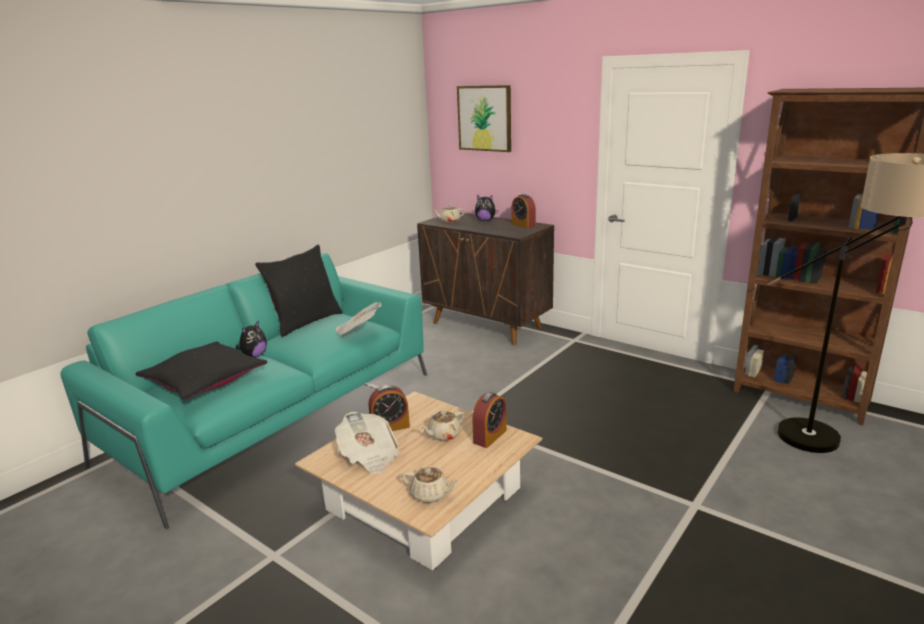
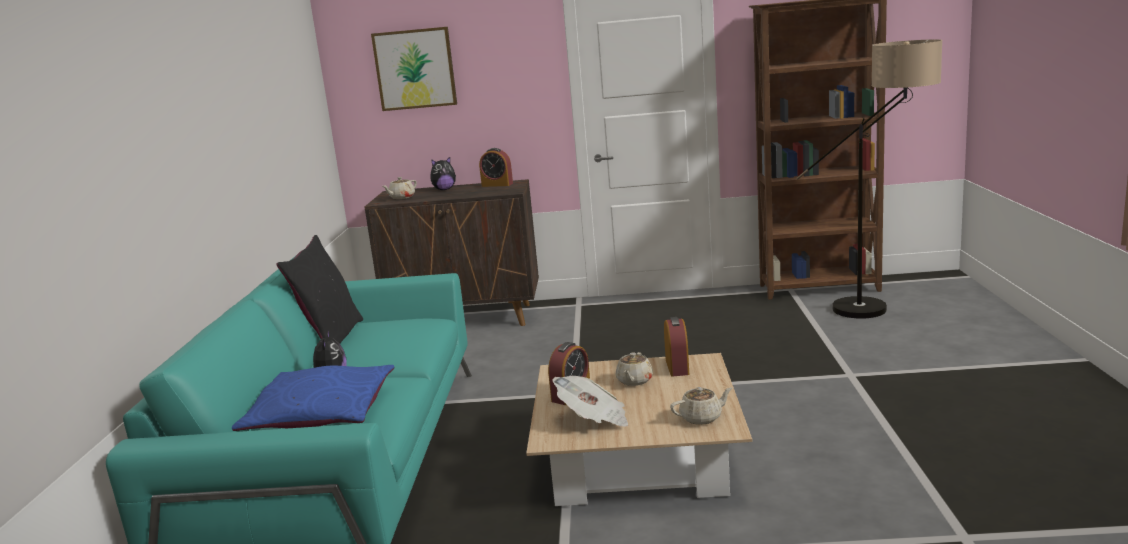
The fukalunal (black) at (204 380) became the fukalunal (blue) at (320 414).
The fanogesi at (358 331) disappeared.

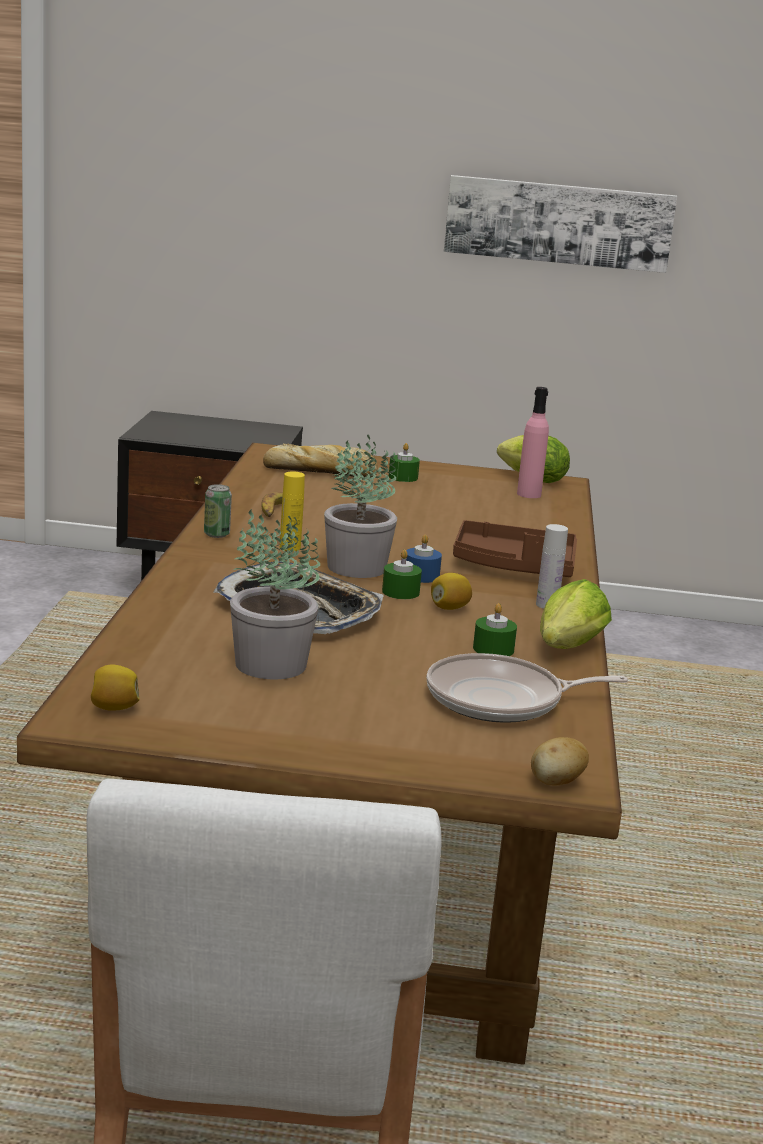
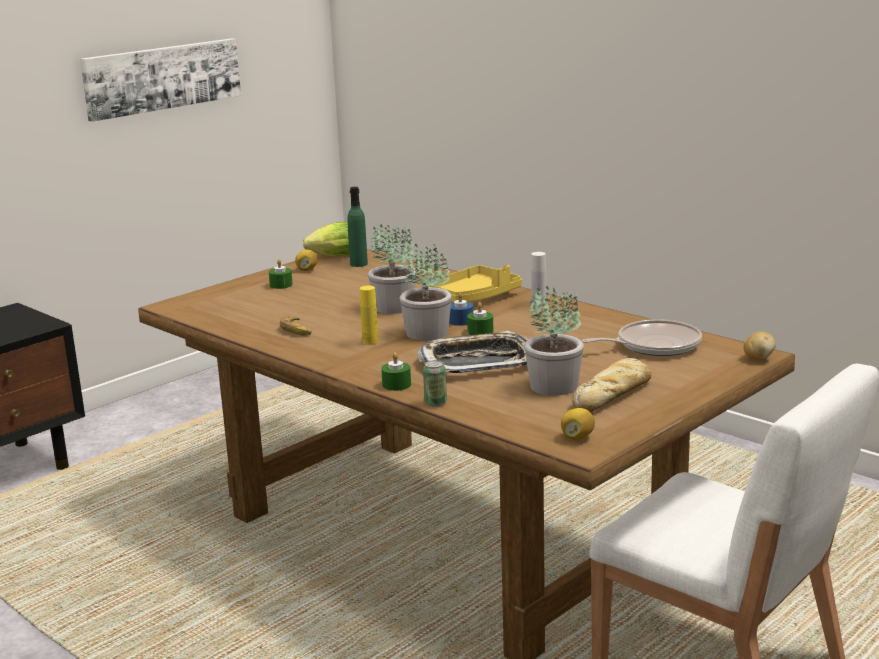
The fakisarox moved from (216 534) to (435 403).
The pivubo moved from (322 472) to (613 394).
The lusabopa at (501 700) turned 135 degrees counterclockwise.
The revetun moved from (449 608) to (307 270).
The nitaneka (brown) at (514 566) became the nitaneka (yellow) at (473 297).
The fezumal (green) moved from (493 649) to (396 385).
The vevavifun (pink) at (529 494) became the vevavifun (green) at (359 264).
The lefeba at (566 650) disappeared.
The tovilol at (394 307) appeared.

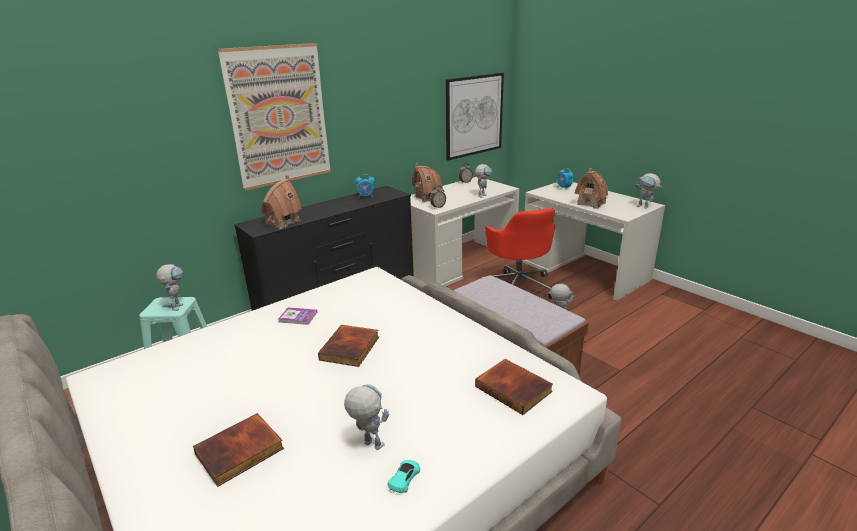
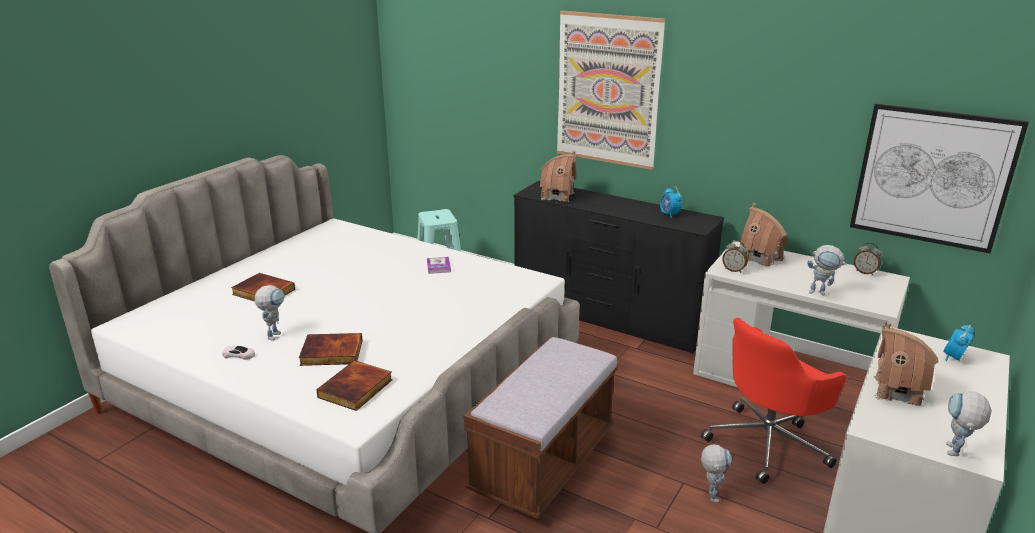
The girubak at (177 305) disappeared.
The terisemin moved from (350 348) to (331 353).
The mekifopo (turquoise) at (404 478) became the mekifopo (white) at (239 355).

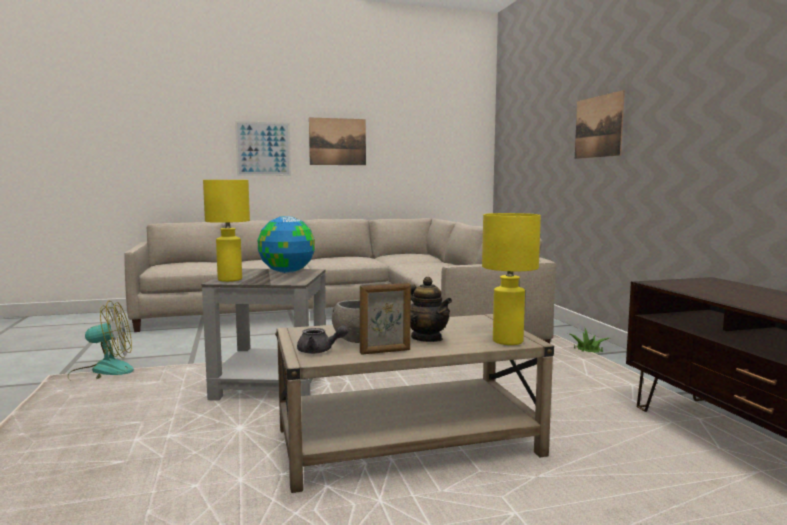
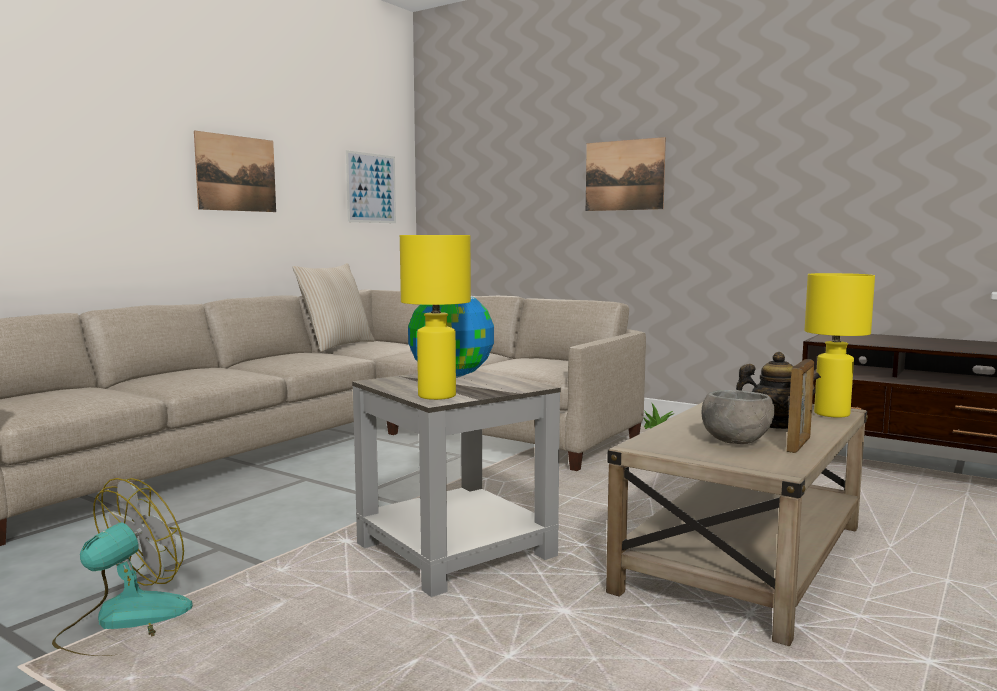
The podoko moved from (263 149) to (371 188).
The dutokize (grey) at (319 351) disappeared.
The fukalunal (beige) at (336 346) appeared.

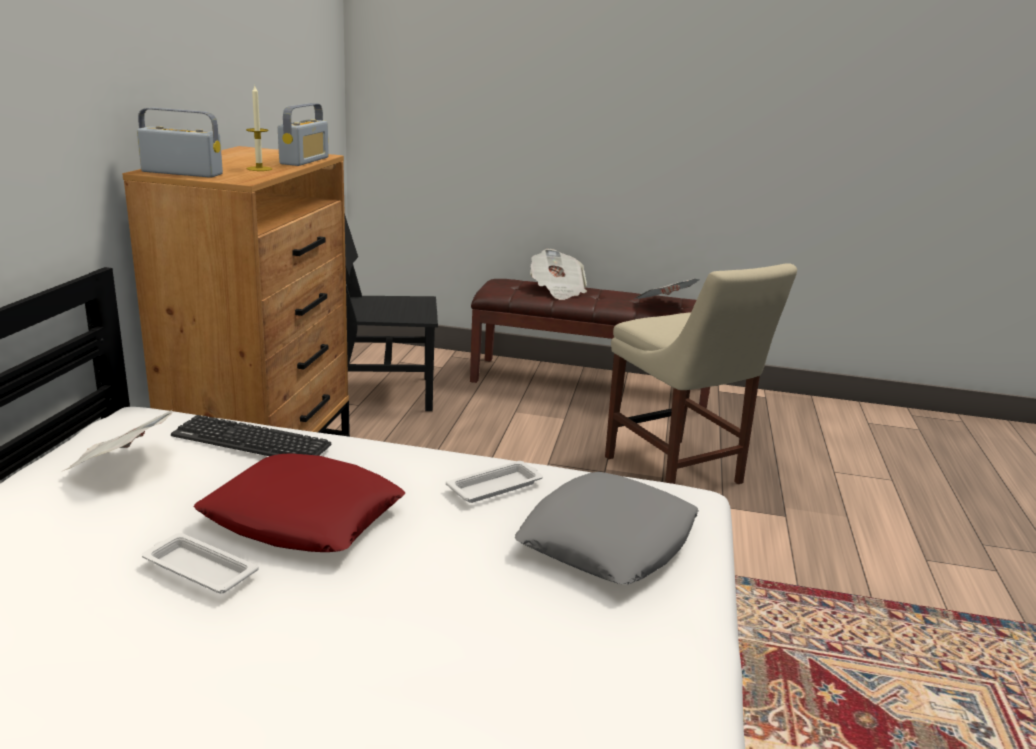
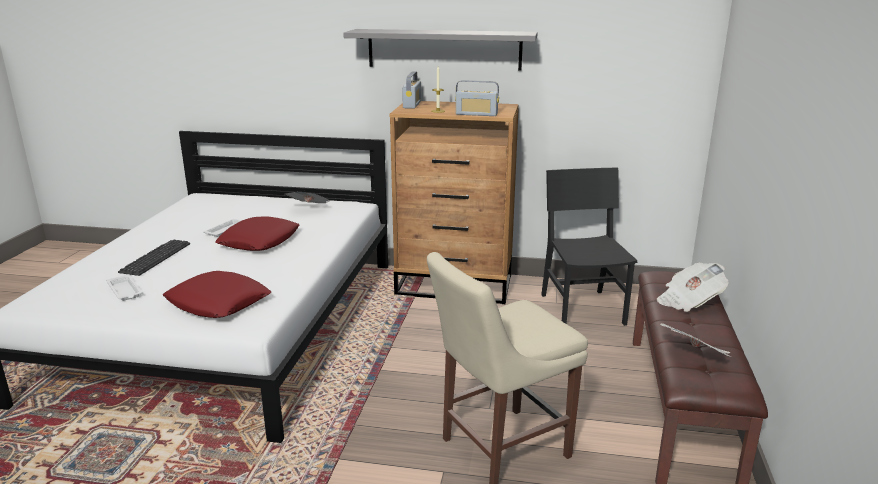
The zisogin moved from (251 441) to (156 258).
The nitaneka (white) moved from (496 487) to (125 291).
The fukalunal (grey) at (608 539) became the fukalunal (red) at (218 302).
The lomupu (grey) at (444 49) appeared.

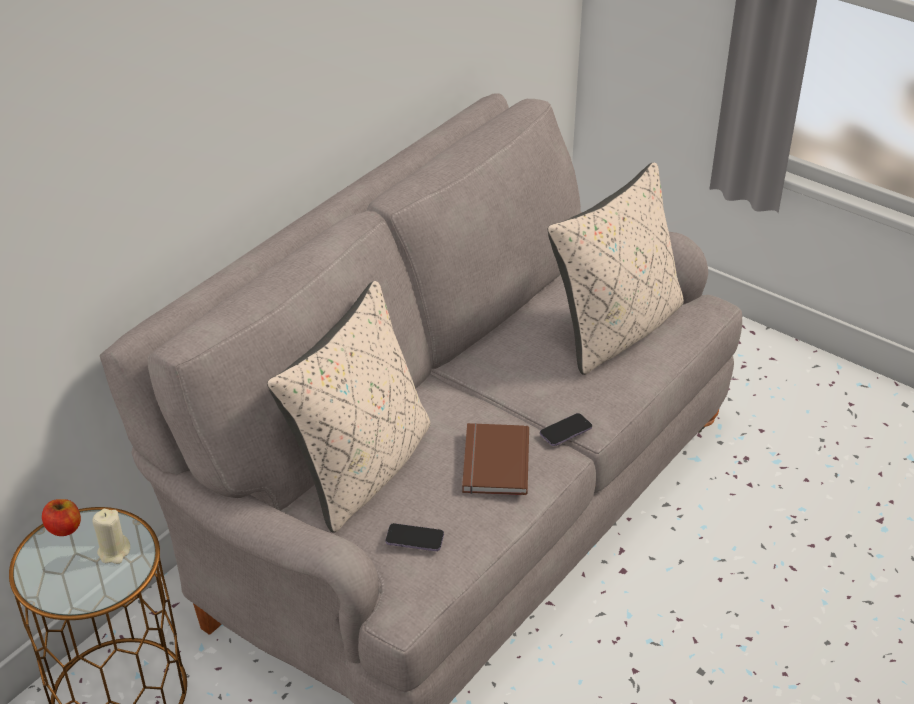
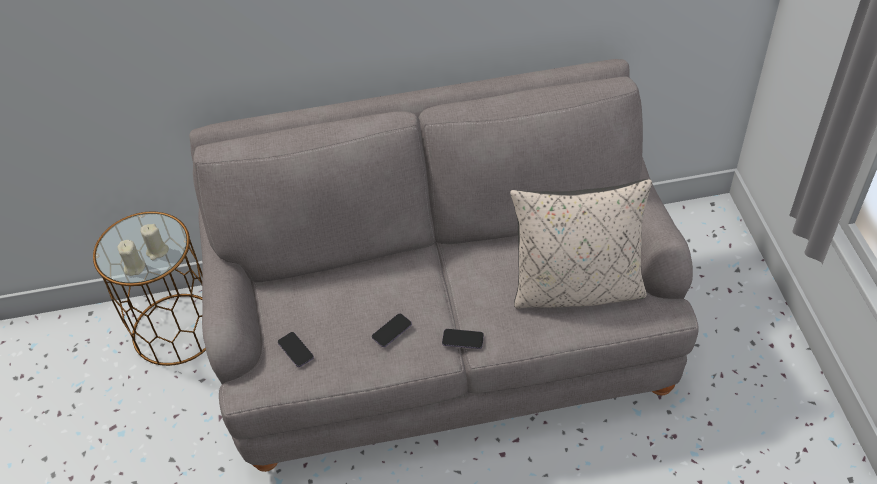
The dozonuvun at (64 528) disappeared.
The fukalunal (beige) at (362 469) disappeared.
The terisemin (brown) at (493 462) was replaced by the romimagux at (392 331).
The fezumal (beige) at (134 267) appeared.

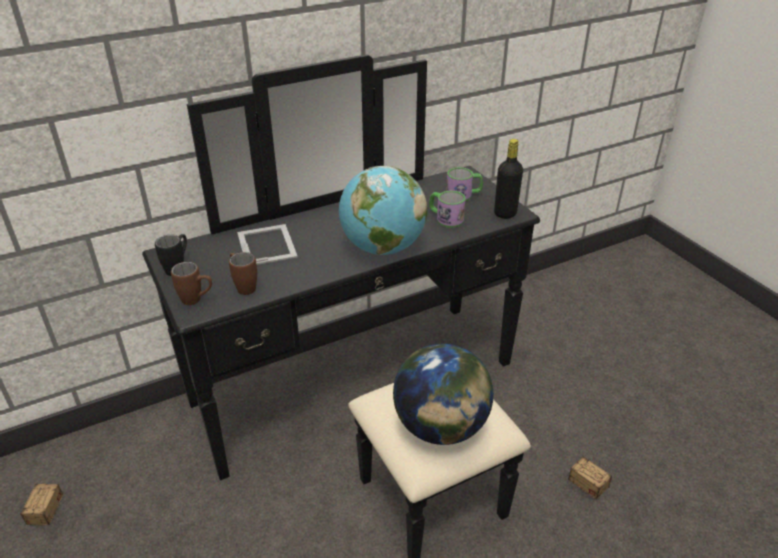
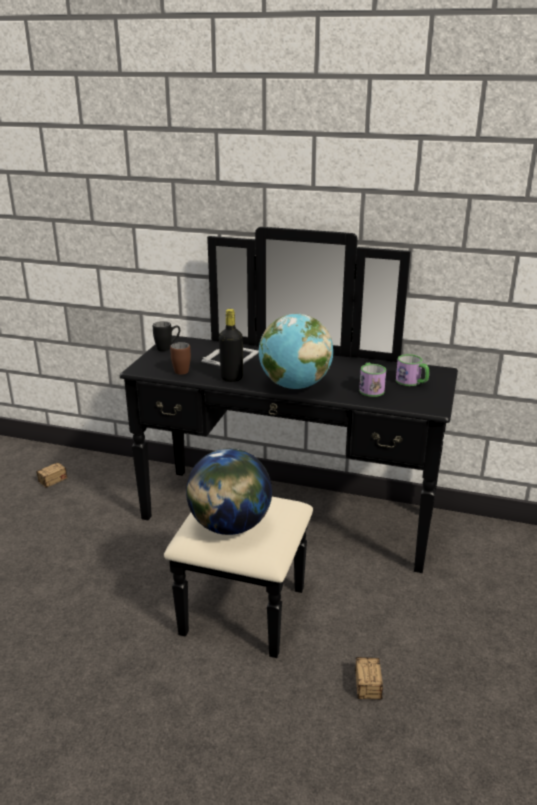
The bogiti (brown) at (197 300) disappeared.
The vevavifun (black) moved from (505 213) to (231 378).

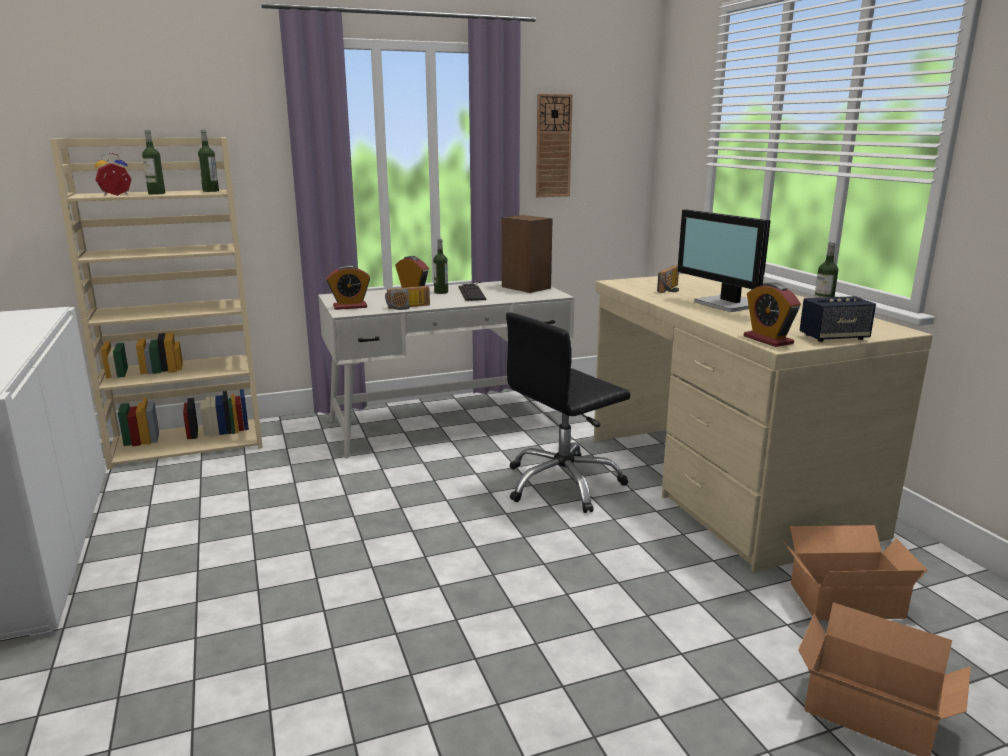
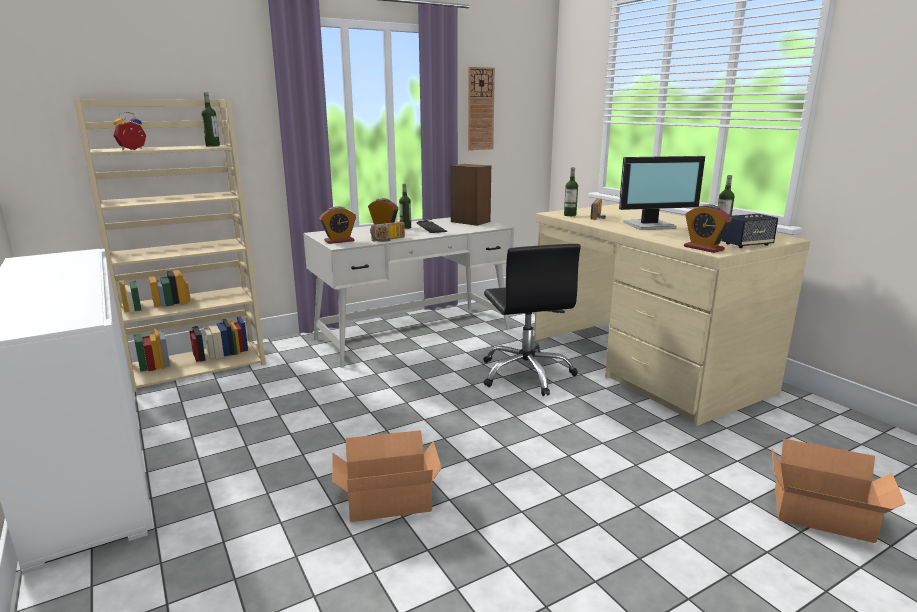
The vevavifun moved from (156 193) to (570 215).
The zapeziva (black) at (563 484) turned 60 degrees counterclockwise.
The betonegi at (728 304) turned 60 degrees counterclockwise.
The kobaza moved from (842 598) to (386 498).

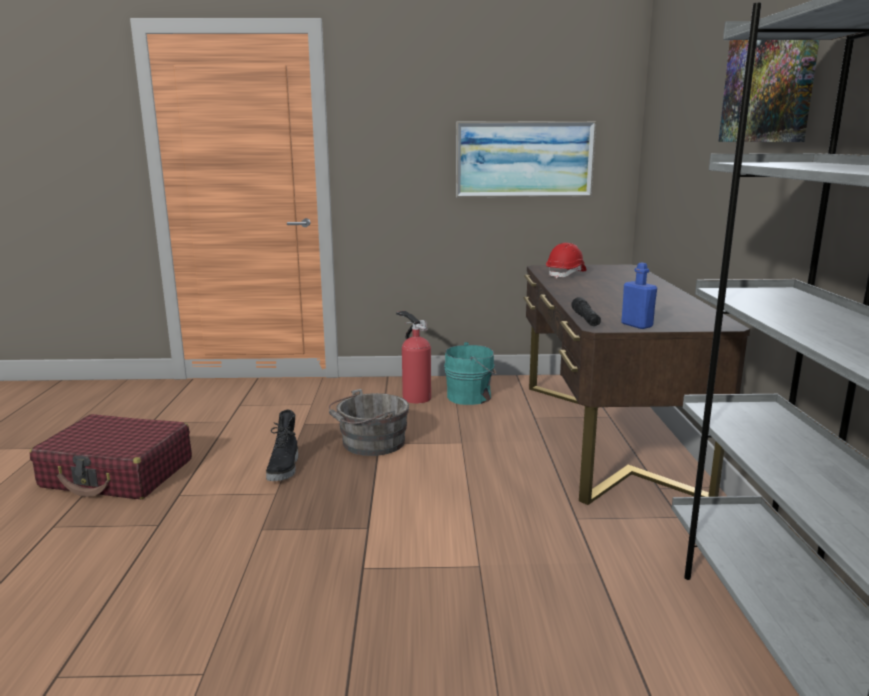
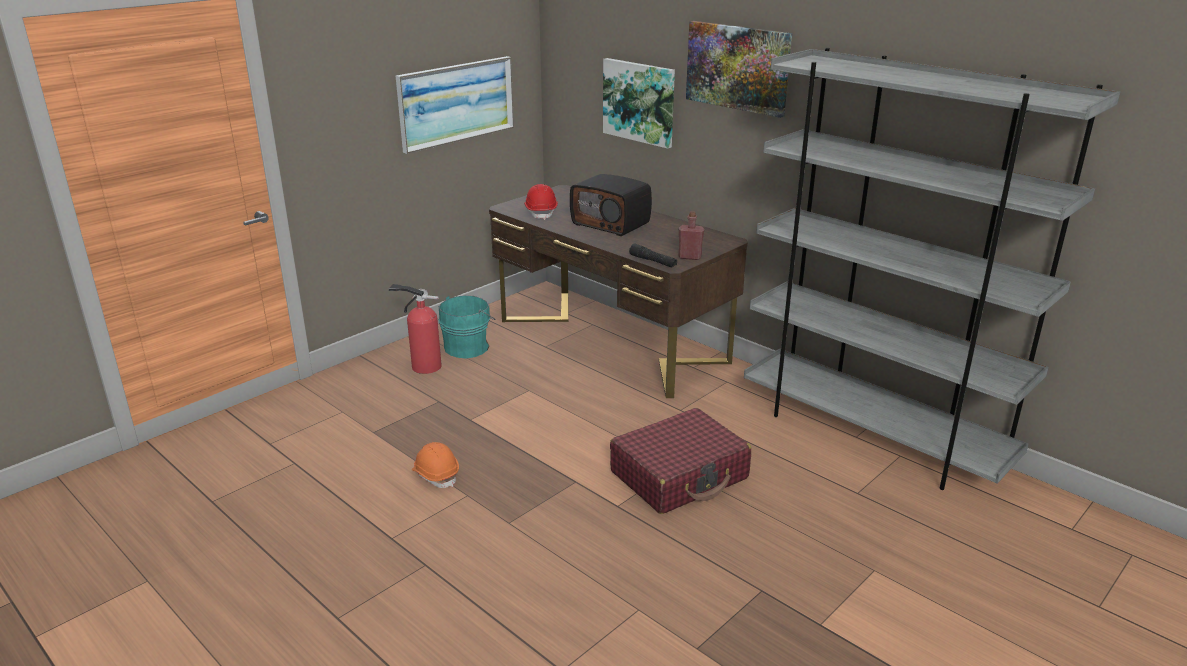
The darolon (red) moved from (118 473) to (679 475).
The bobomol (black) at (285 469) was replaced by the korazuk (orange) at (436 475).
The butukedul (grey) at (370 443) disappeared.
The vevavifun (blue) at (637 325) became the vevavifun (red) at (690 257).
The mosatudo at (611 223) appeared.
The podoko at (639 102) appeared.

